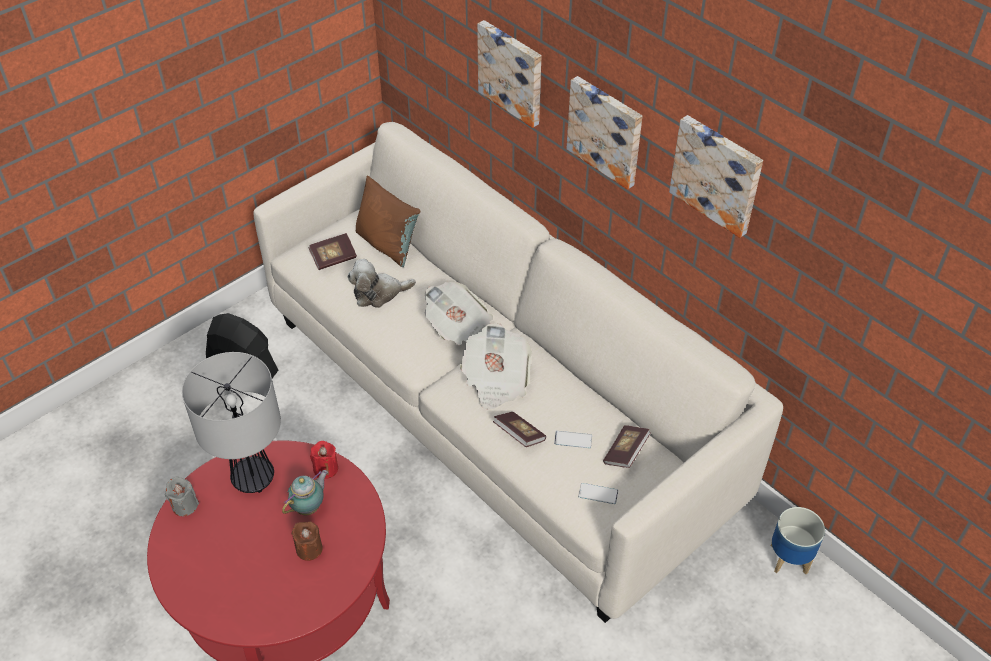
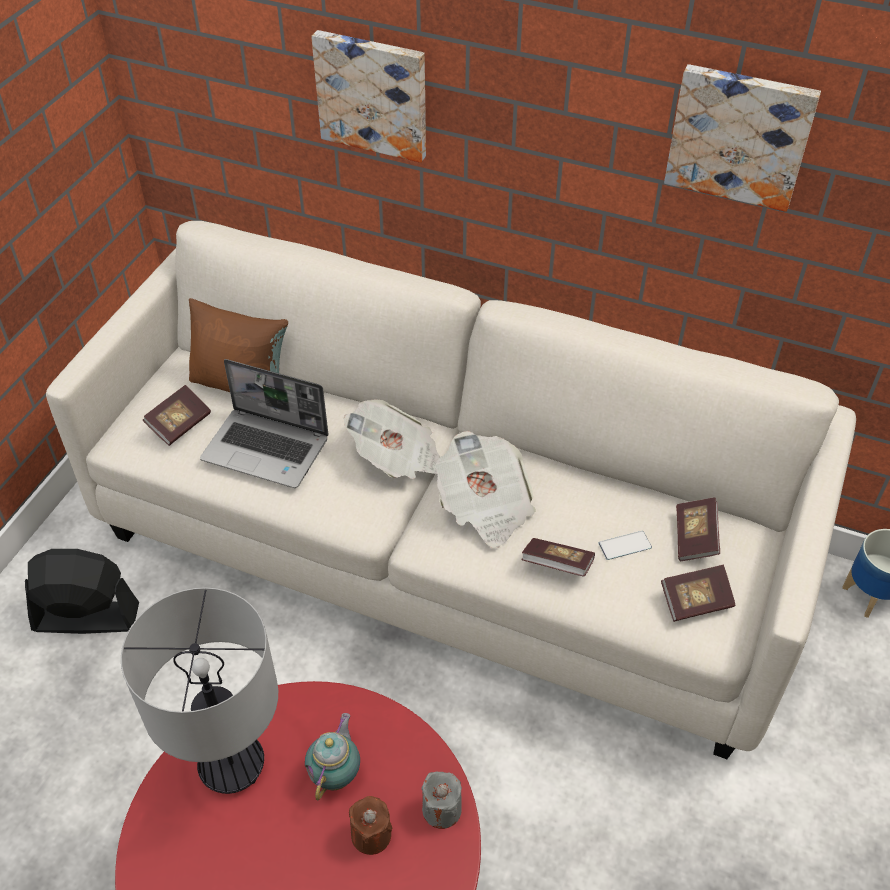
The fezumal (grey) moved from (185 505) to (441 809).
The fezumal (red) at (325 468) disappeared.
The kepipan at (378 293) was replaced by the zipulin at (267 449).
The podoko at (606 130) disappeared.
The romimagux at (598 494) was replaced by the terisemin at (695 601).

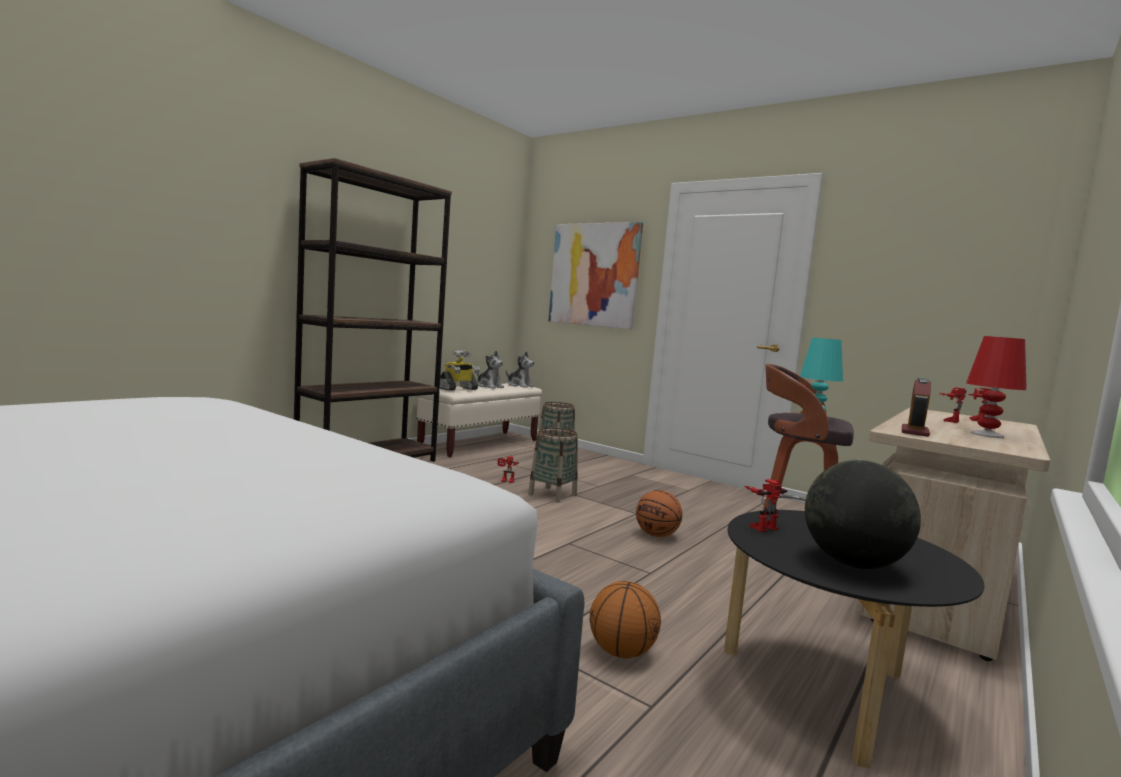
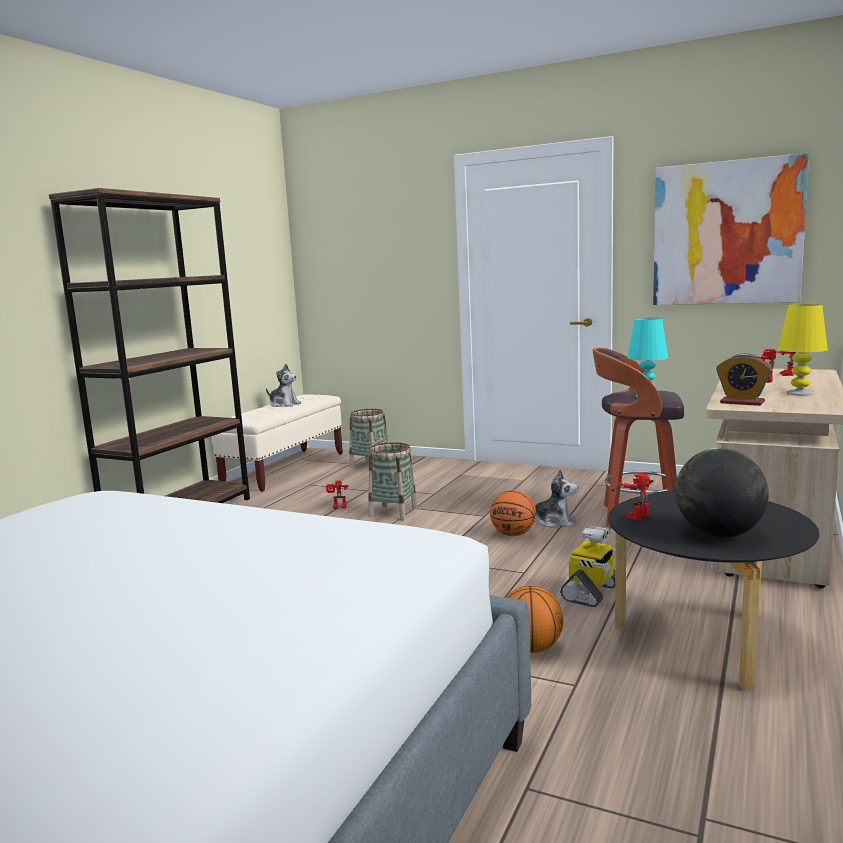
The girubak moved from (458 389) to (592 593).
The kepipan moved from (519 385) to (554 522).
The podoko moved from (594 275) to (726 233).
The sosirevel at (914 432) turned 75 degrees counterclockwise.
The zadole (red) at (987 435) became the zadole (yellow) at (800 393).

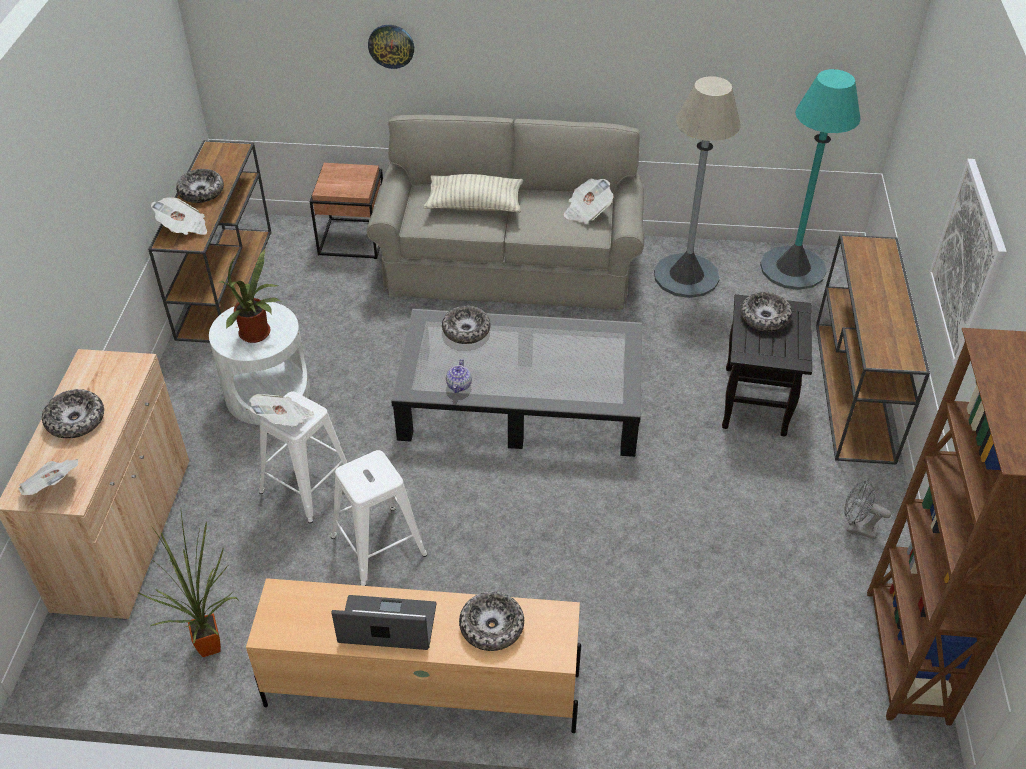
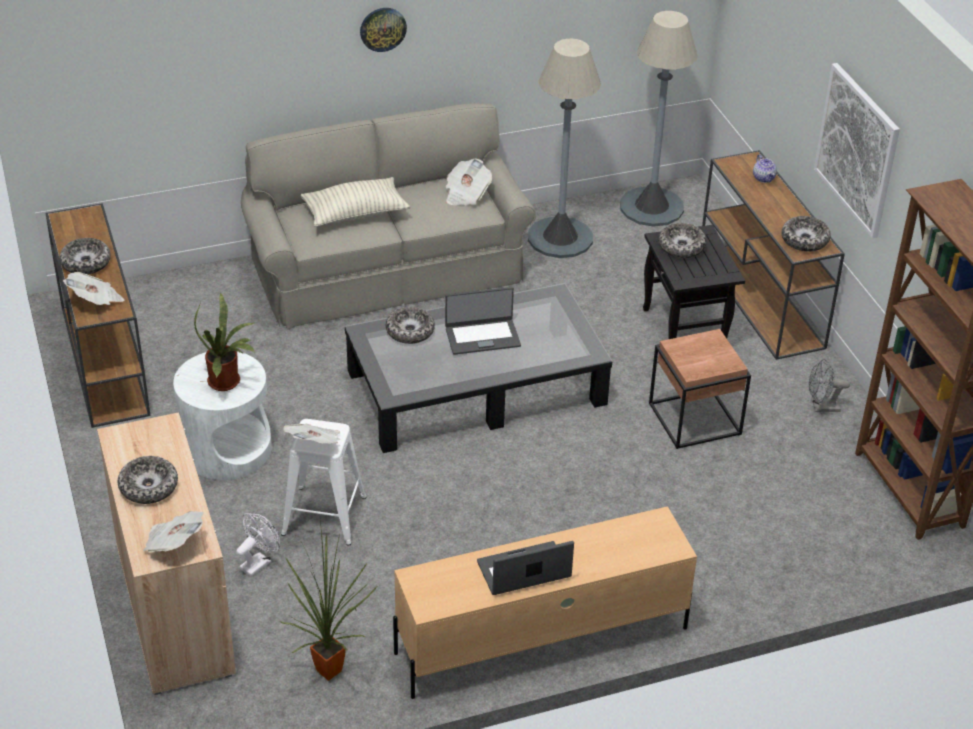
The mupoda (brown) moved from (354 238) to (695 418).
The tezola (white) at (377 545) disappeared.
The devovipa moved from (391 46) to (383 29).
The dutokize moved from (459 385) to (764 178).
The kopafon moved from (491 626) to (804 240).
The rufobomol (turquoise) at (793 268) became the rufobomol (grey) at (651 207).
The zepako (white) at (259 562) appeared.
The zipulin at (482 336) appeared.

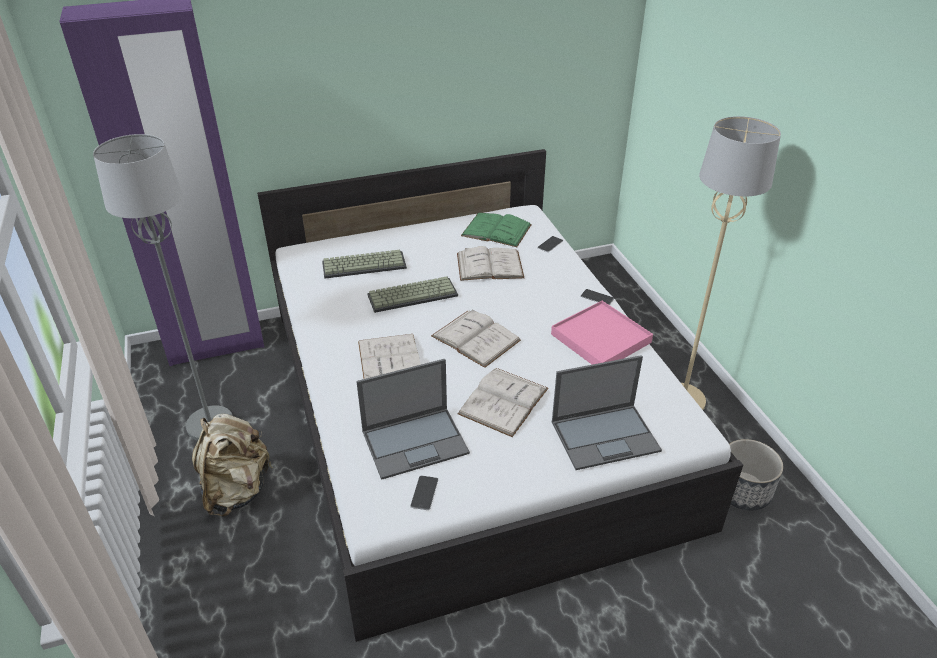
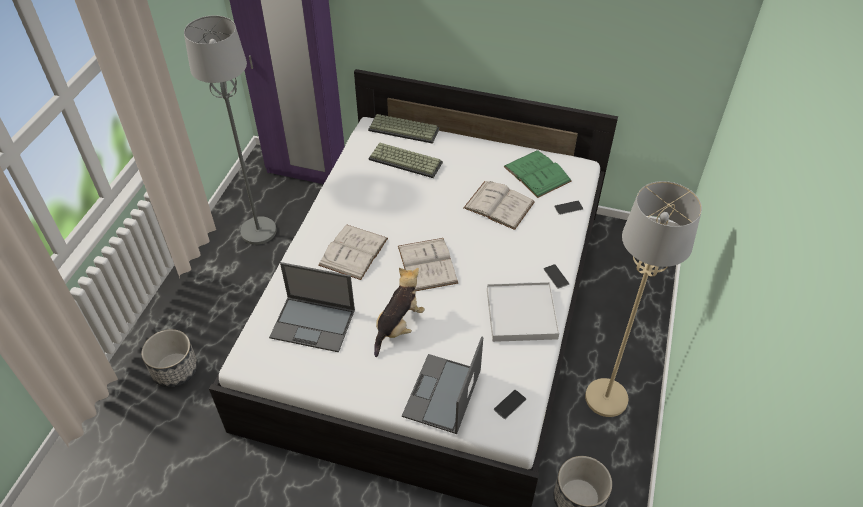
The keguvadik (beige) at (237 490) disappeared.
The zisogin moved from (413 294) to (405 129).
The romimagux moved from (424 493) to (510 404).
The terisemin (white) at (503 401) was replaced by the kepipan at (398 326).
The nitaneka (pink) at (600 338) became the nitaneka (white) at (521 314).
The zipulin at (606 436) turned 90 degrees clockwise.
The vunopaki at (175 370) appeared.

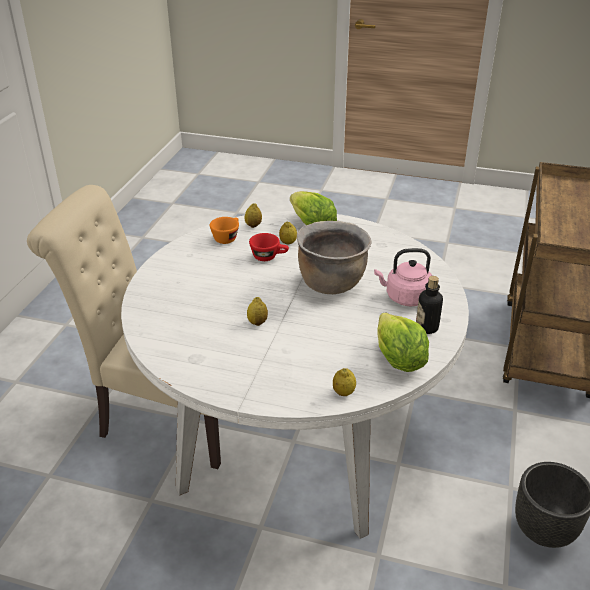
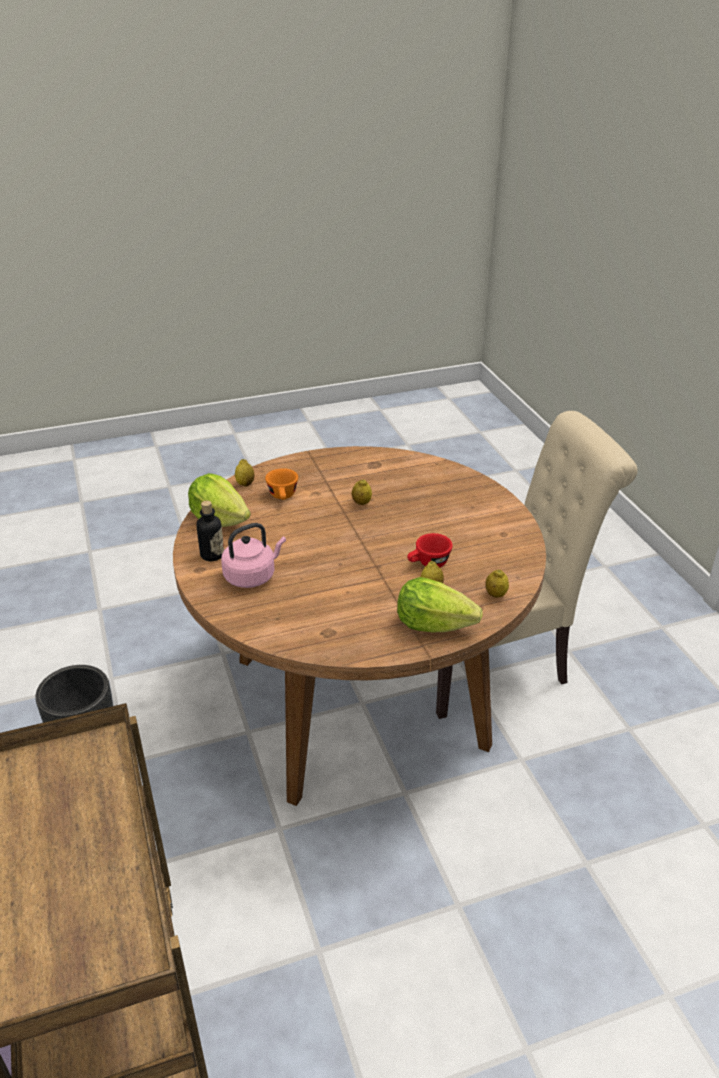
The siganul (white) at (294 443) became the siganul (brown) at (359 701).
The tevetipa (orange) moved from (227 237) to (283 497).
The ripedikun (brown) at (331 283) disappeared.

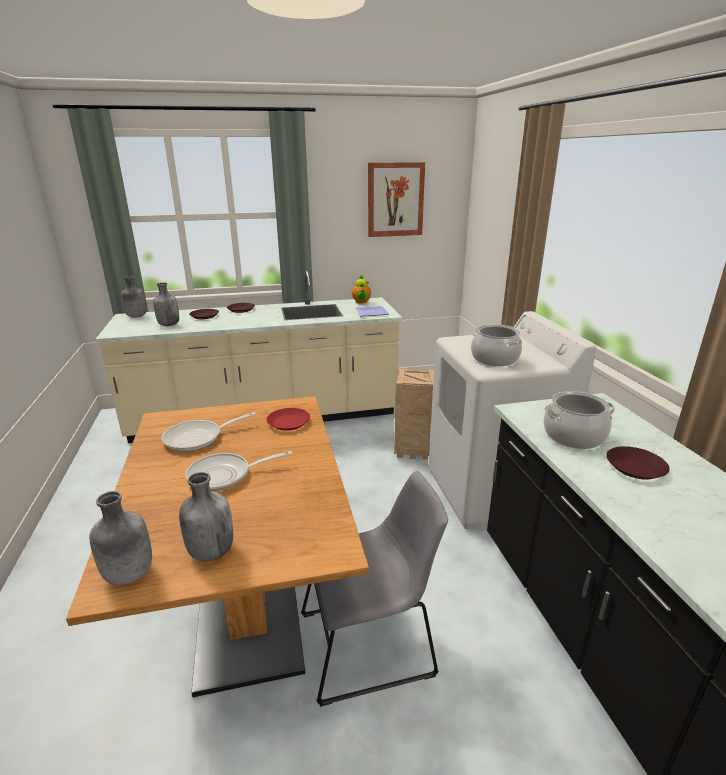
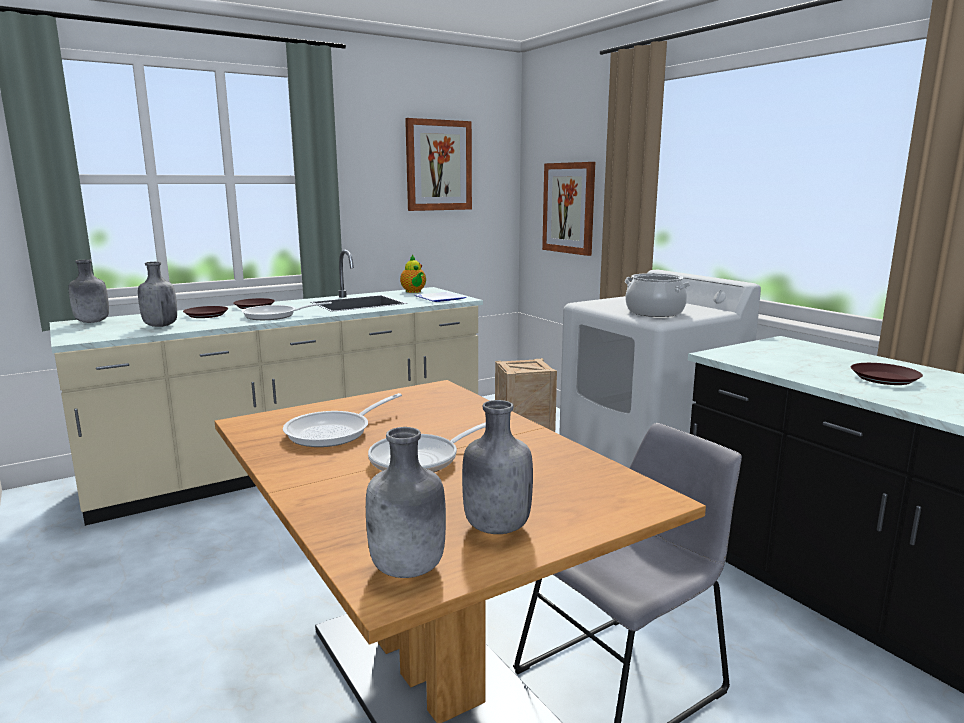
The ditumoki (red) at (289 422) disappeared.
The ripedikun at (573 436) disappeared.
The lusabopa at (275 316) appeared.
The podoko at (569 208) appeared.

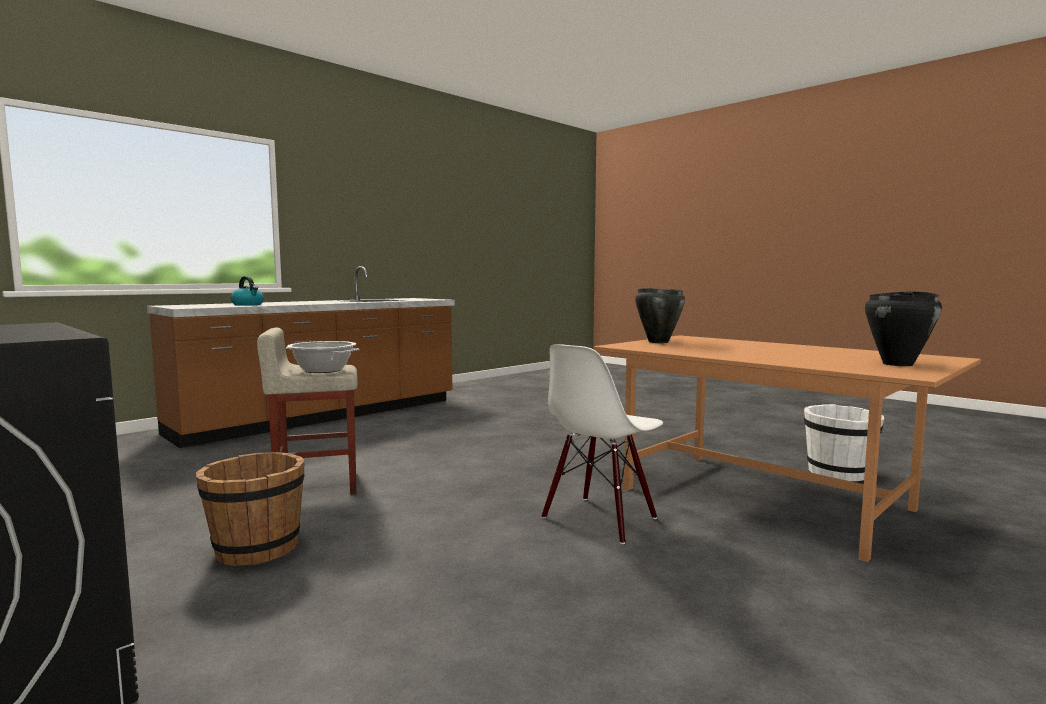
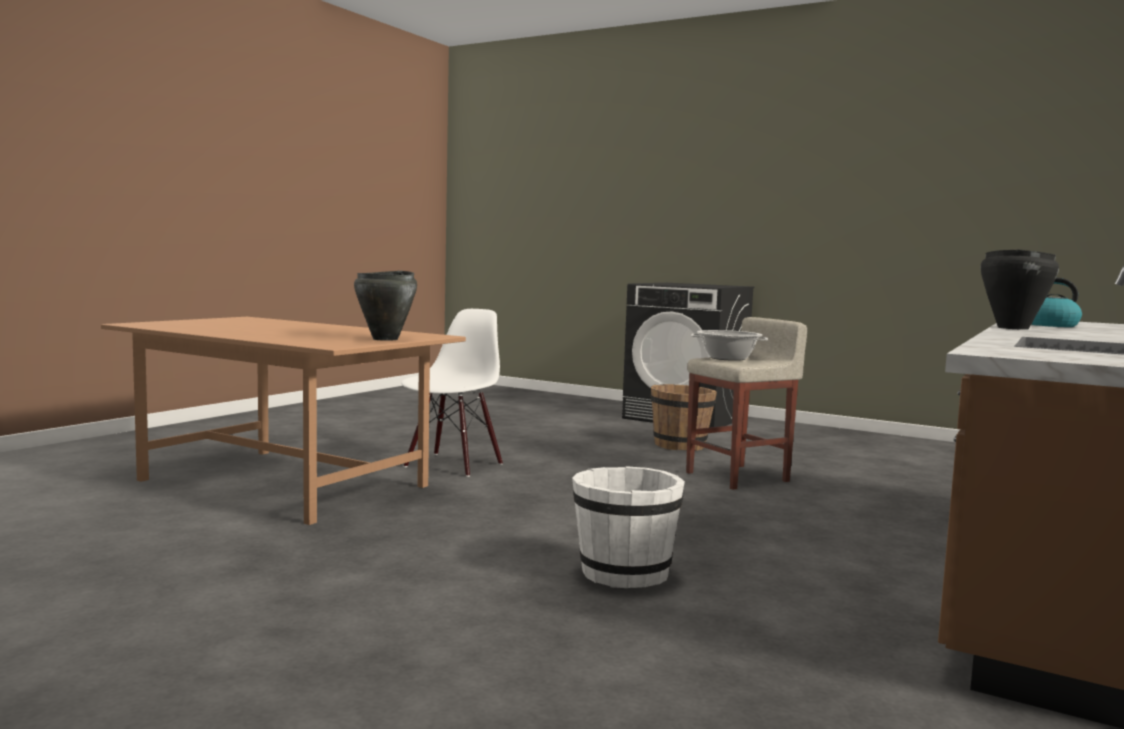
The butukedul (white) moved from (839 473) to (624 573).
The ripedikun (black) moved from (898 364) to (1012 328).

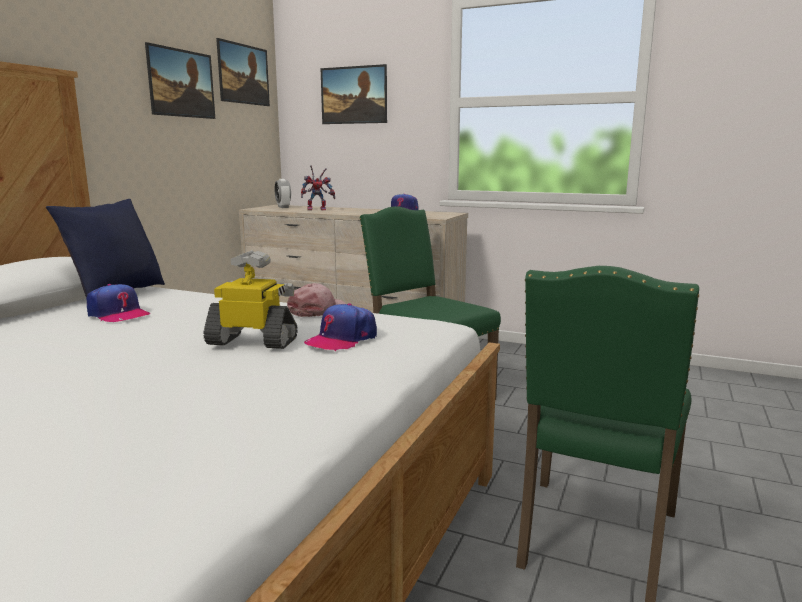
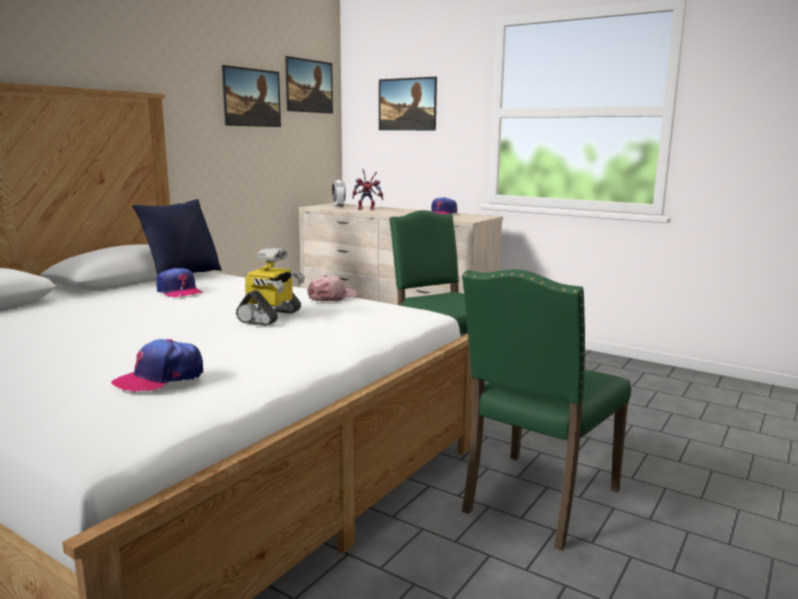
The girubak at (254 341) turned 90 degrees clockwise.
The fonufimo moved from (342 339) to (160 377).

